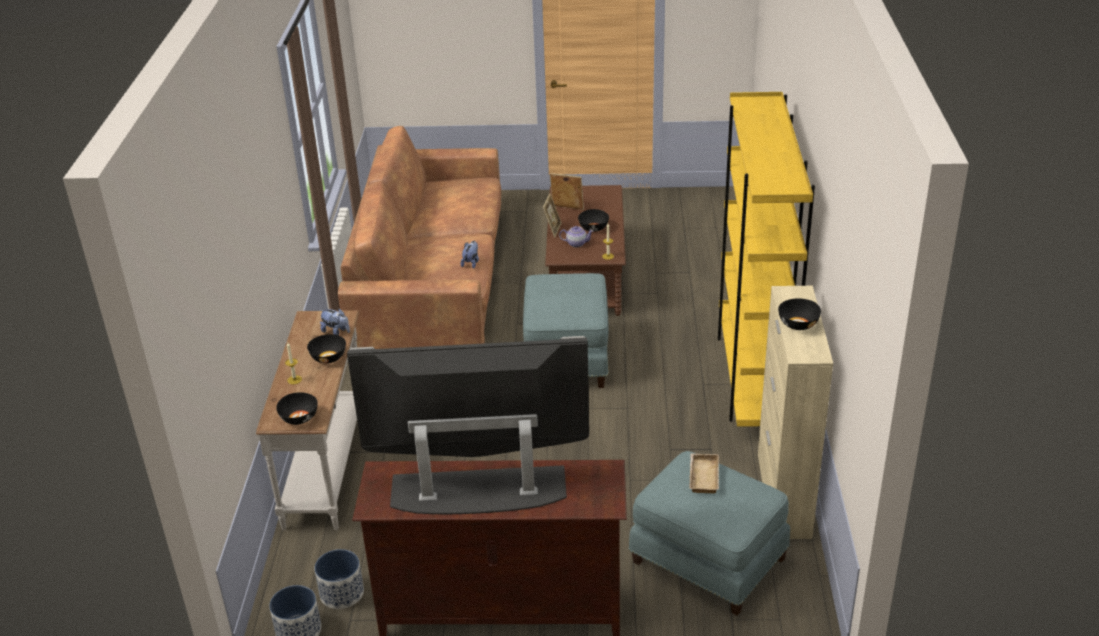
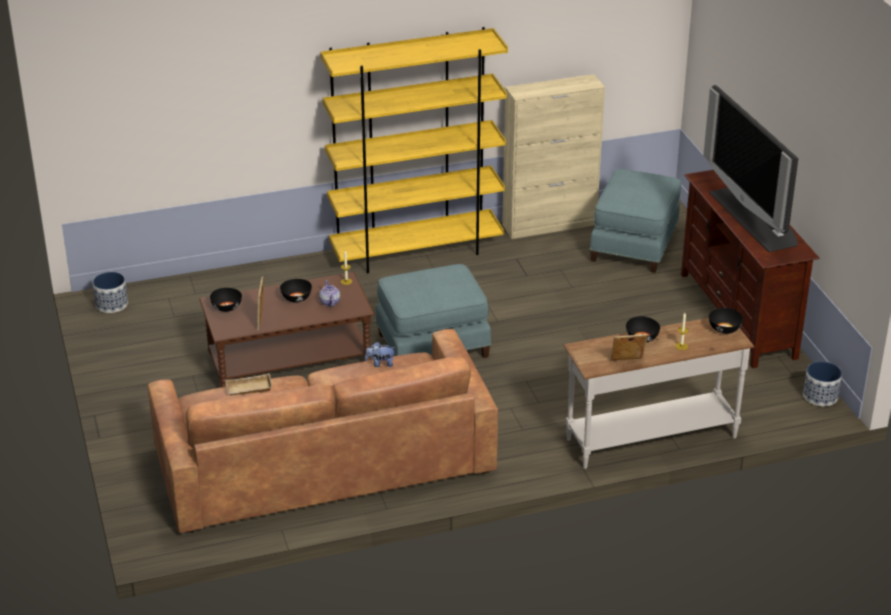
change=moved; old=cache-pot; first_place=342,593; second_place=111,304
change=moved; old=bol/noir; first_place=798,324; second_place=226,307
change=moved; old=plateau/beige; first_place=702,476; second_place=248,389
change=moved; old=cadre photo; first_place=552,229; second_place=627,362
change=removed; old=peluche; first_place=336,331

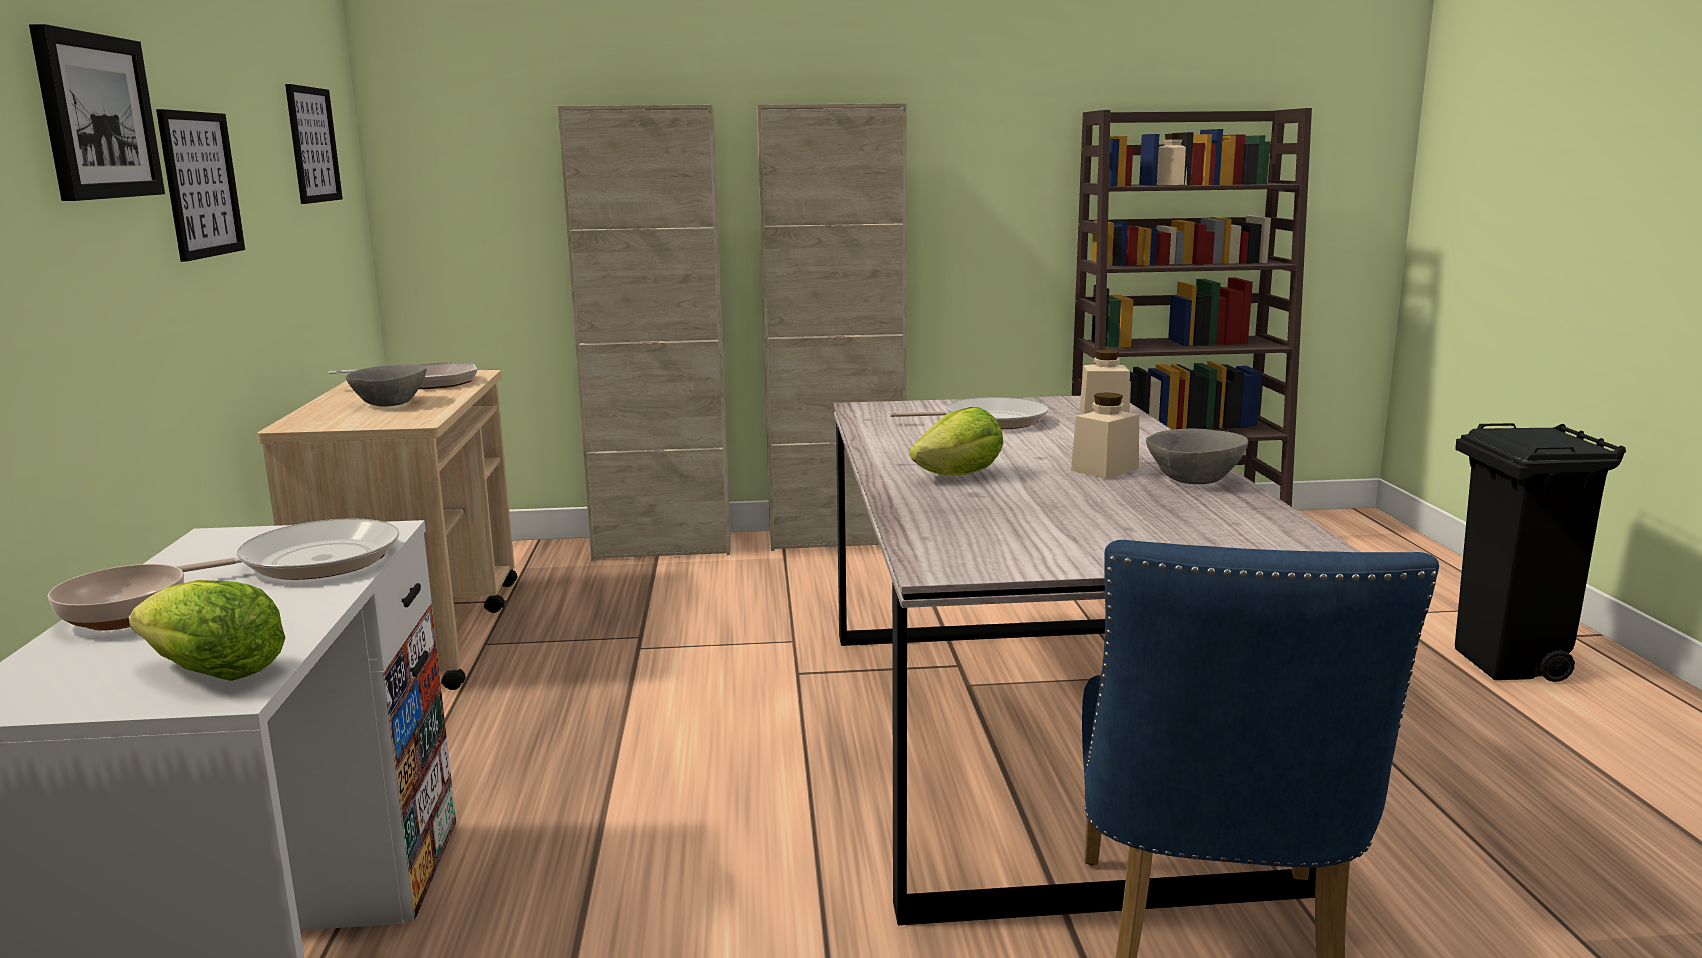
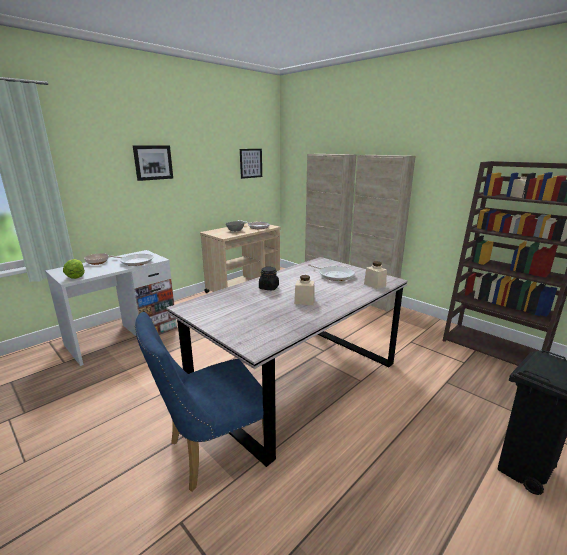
change=replaced; old=laitue; new=bocal/noir; first_place=960,475; second_place=269,287
change=removed; old=tableau; first_place=201,184
change=removed; old=bol/gris; first_place=1193,479

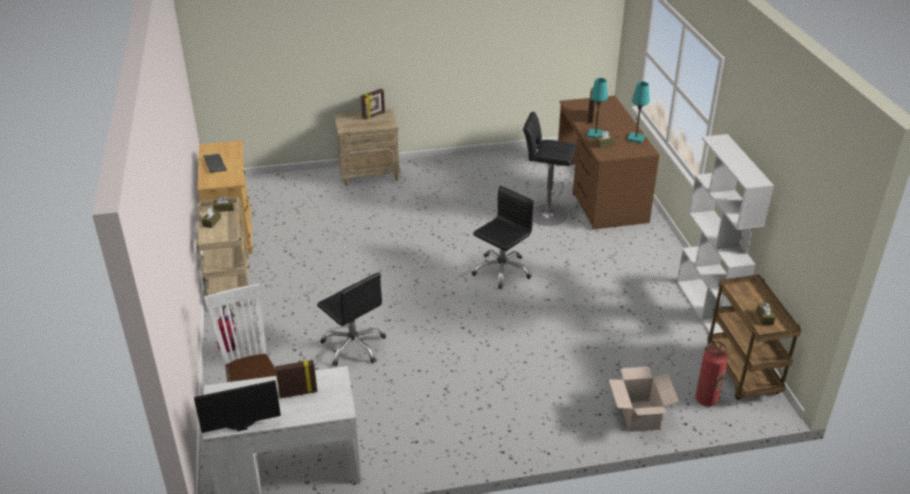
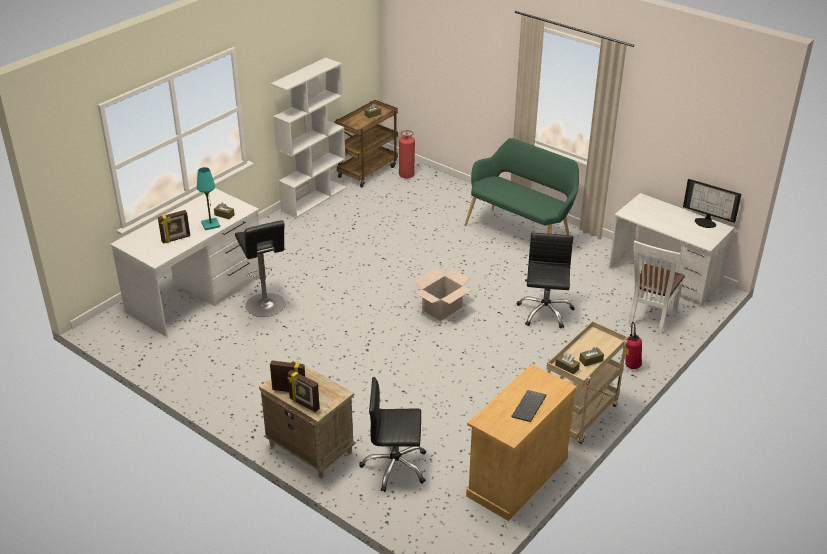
change=recoloured; old=bureau/marron; new=bureau/blanc; first_place=600,193; second_place=196,293
change=moved; old=cadre photo; first_place=298,392; second_place=304,404
change=moved; old=chaise de bureau/noir; first_place=501,270; second_place=395,467
change=moved; old=carton; first_place=639,416; second_place=442,308
change=added; new=banc/vert; second_place=521,232
change=removed; old=lampe de table/turquoise; first_place=635,138

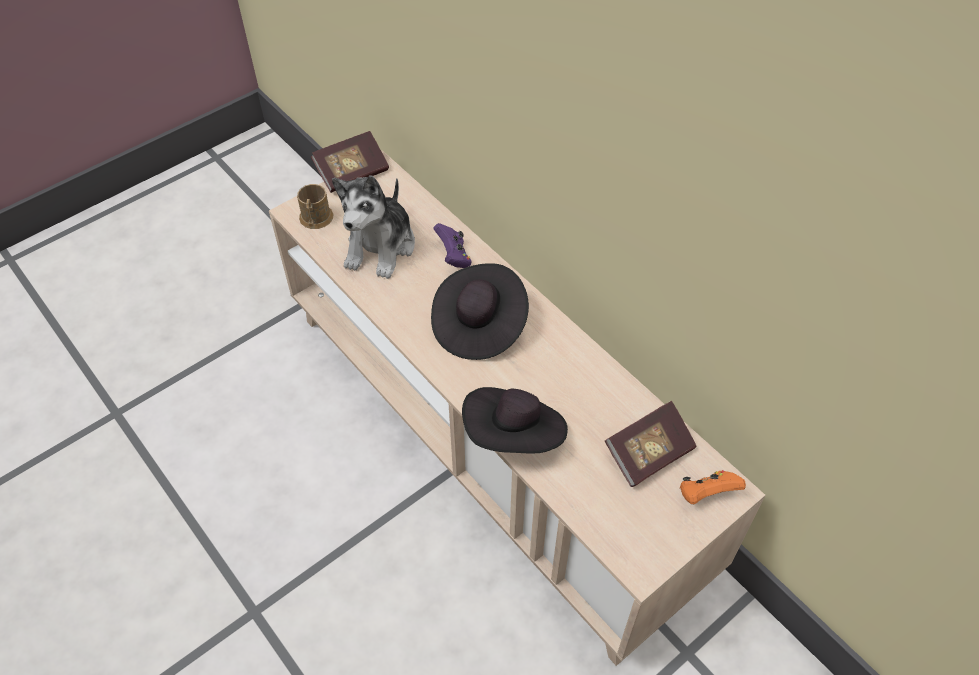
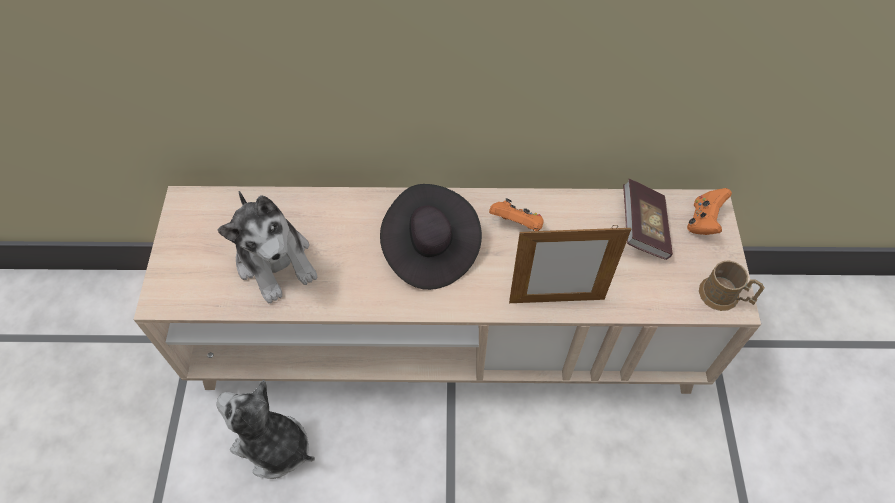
change=added; new=peluche; second_place=273,446
change=added; new=manette/orange; second_place=517,224
change=replaced; old=chapeau/noir; new=cadre photo; first_place=515,435; second_place=556,300
change=moved; old=mug/marron; first_place=315,220; second_place=724,296
change=removed; old=livre; first_place=352,173
change=removed; old=manette/violet; first_place=453,257

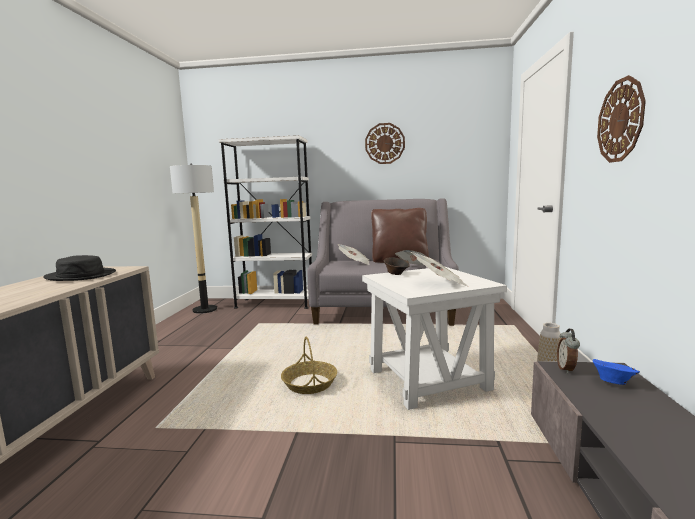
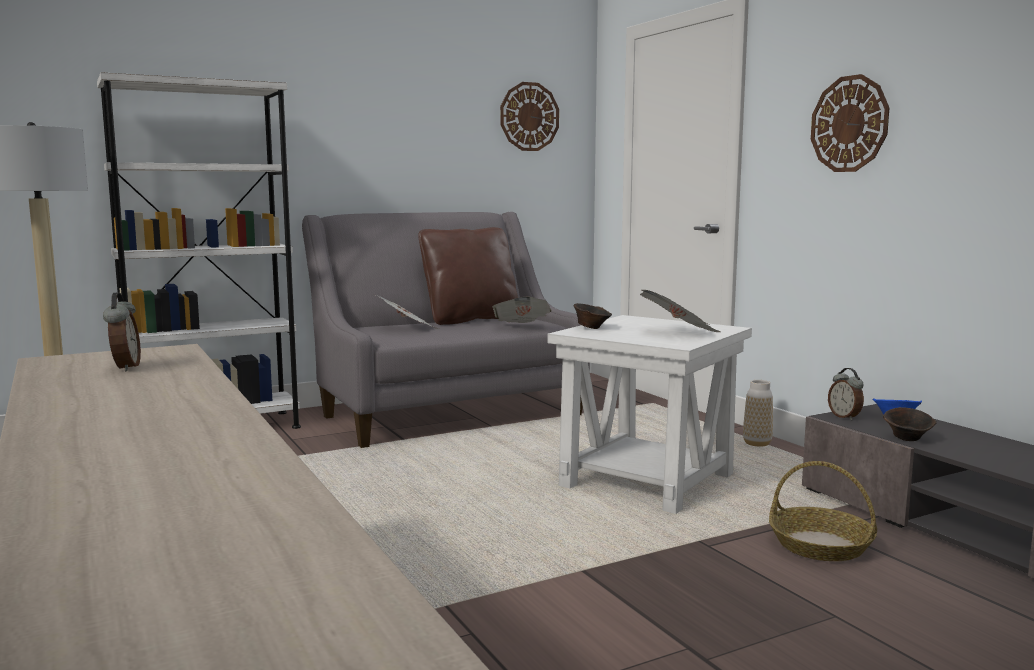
change=replaced; old=chapeau/noir; new=réveil; first_place=81,275; second_place=124,367
change=moved; old=horloge murale; first_place=385,143; second_place=529,116
change=moved; old=panier; first_place=309,383; second_place=819,545
change=added; new=bol/marron; second_place=908,439

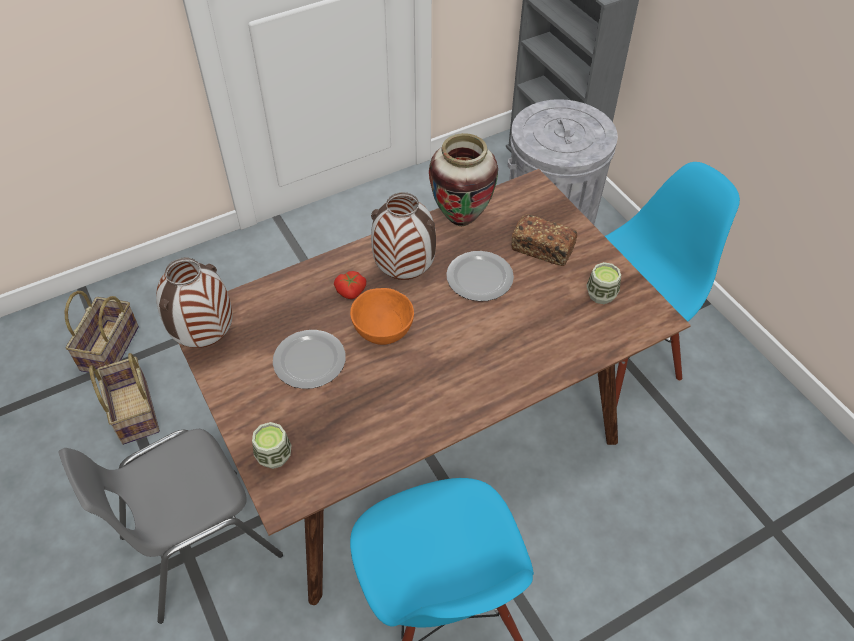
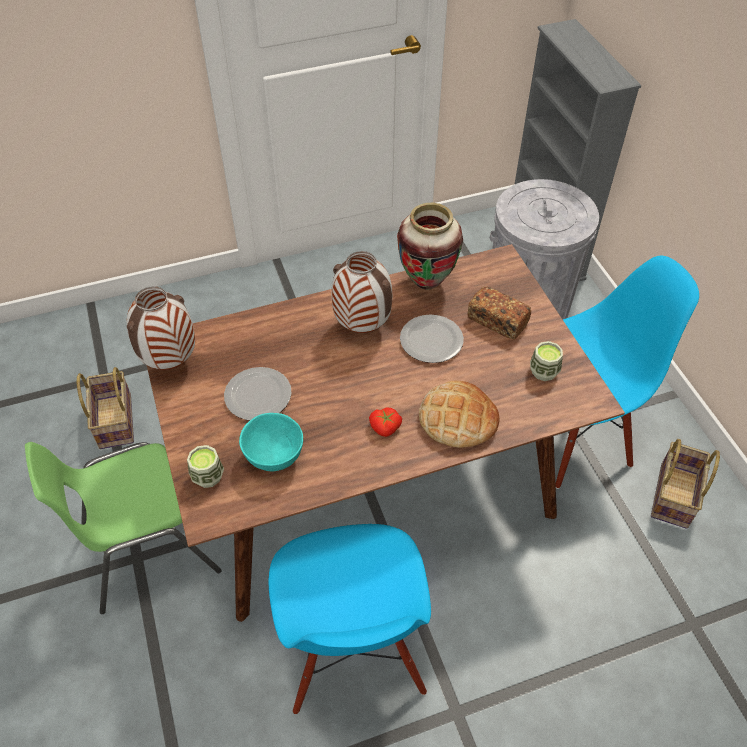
change=recoloured; old=chaise/gris; new=chaise/vert; first_place=198,545; second_place=148,550
change=added; new=bol/turquoise; second_place=274,456
change=moved; old=tomate; first_place=351,292; second_place=385,428
change=added; new=pain; second_place=457,419
change=moved; old=panier; first_place=110,350; second_place=675,497
change=removed; old=bol/orange; first_place=382,332

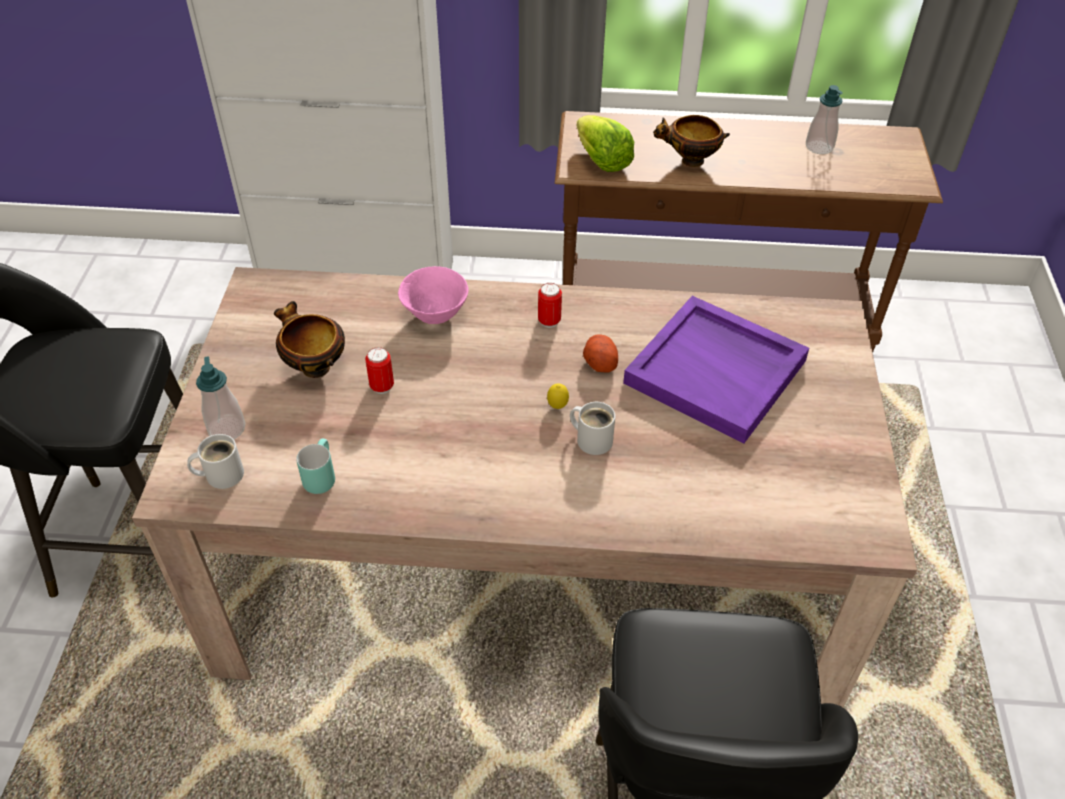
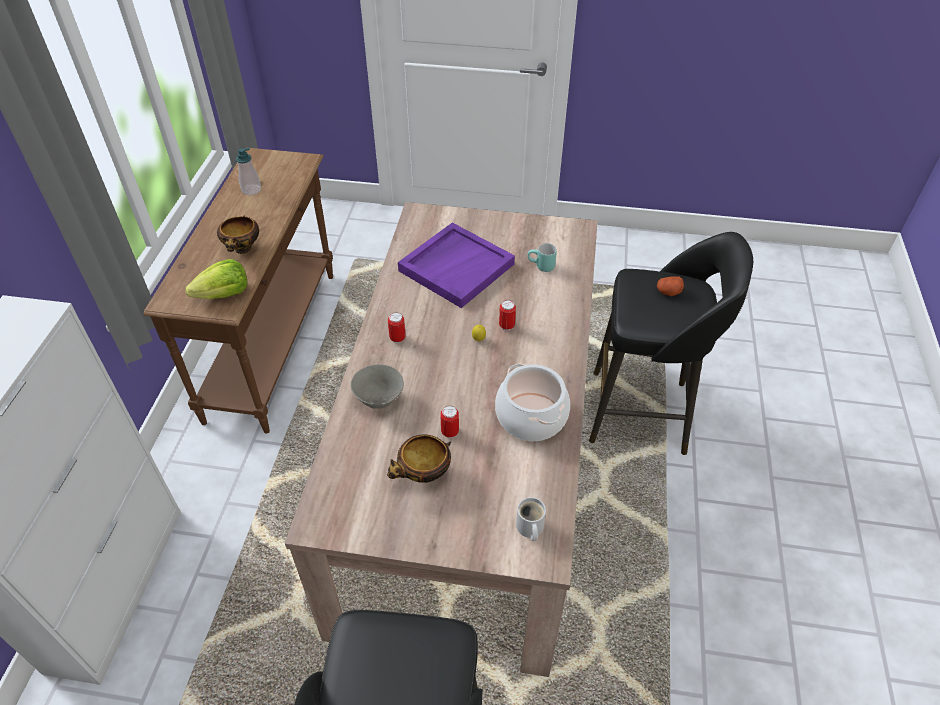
change=recoloured; old=bol/rose; new=bol/gris; first_place=436,316; second_place=380,400
change=added; new=marmite; second_place=531,417
change=replaced; old=mug/blanc; new=boîte métallique; first_place=592,438; second_place=506,326
change=moved; old=mug/turquoise; first_place=319,476; second_place=541,267
change=moved; old=pomme de terre; first_place=599,362; second_place=668,292
change=removed; old=distributeur de savon; first_place=227,429

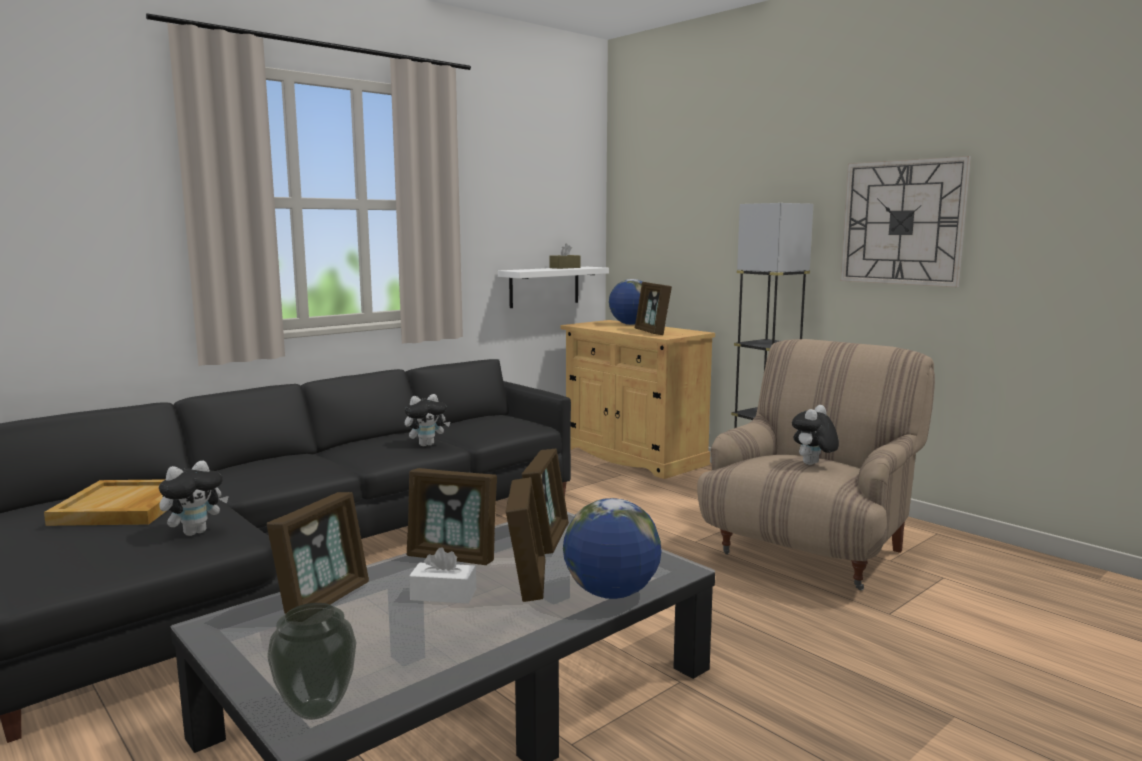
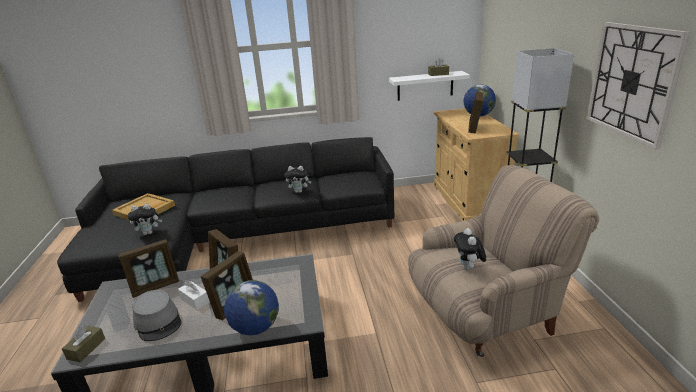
change=replaced; old=vase; new=boîte à mouchoirs/marron; first_place=315,709; second_place=86,348
change=added; new=chapeau/gris; second_place=158,322
change=turned; old=peluche; first_place=813,464; second_place=468,268; degrees=-75
change=removed; old=cadre photo; first_place=546,538

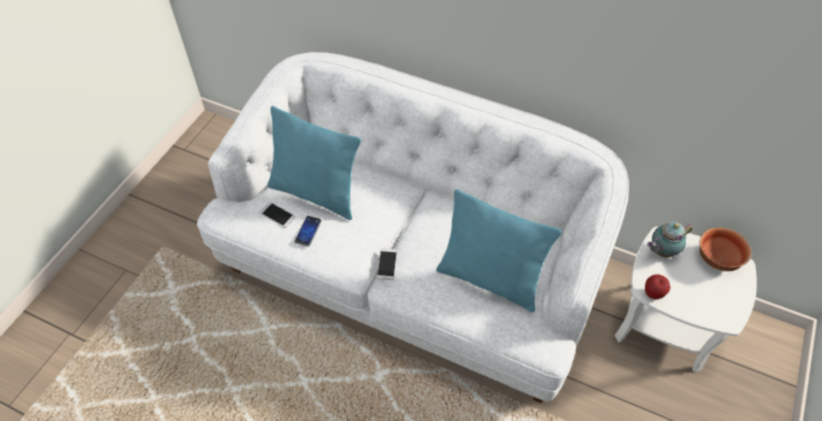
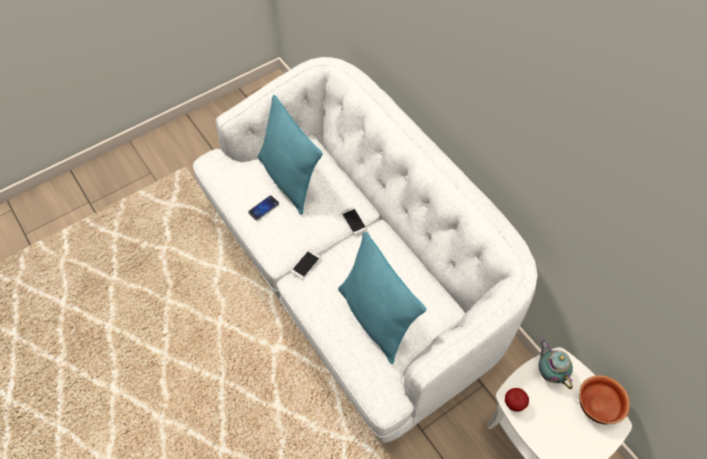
change=moved; old=téléphone; first_place=277,215; second_place=353,221
change=turned; old=théière; first_place=661,251; second_place=549,372; degrees=60

